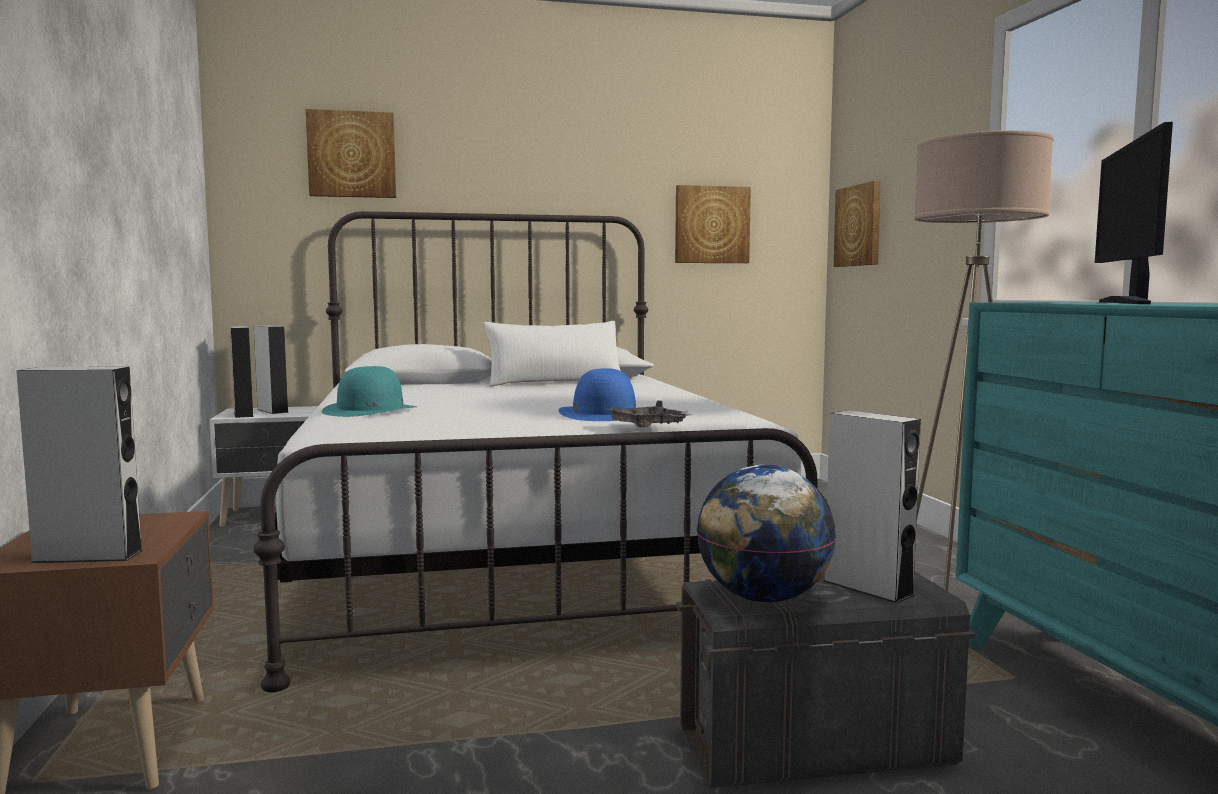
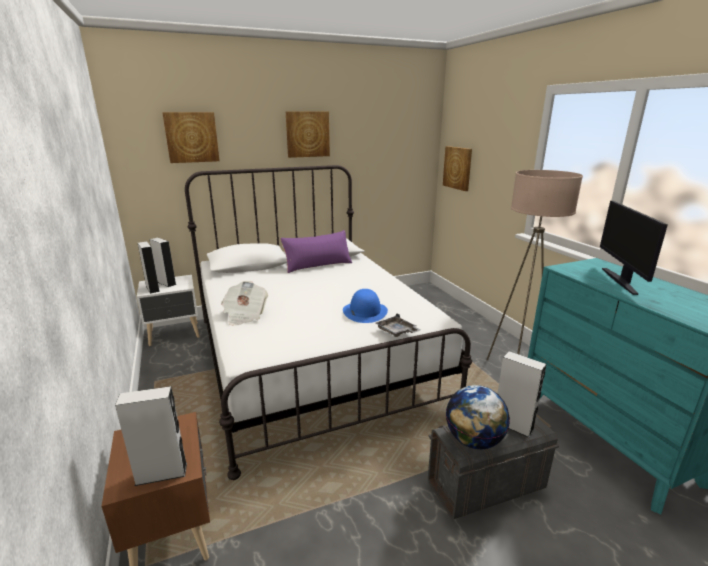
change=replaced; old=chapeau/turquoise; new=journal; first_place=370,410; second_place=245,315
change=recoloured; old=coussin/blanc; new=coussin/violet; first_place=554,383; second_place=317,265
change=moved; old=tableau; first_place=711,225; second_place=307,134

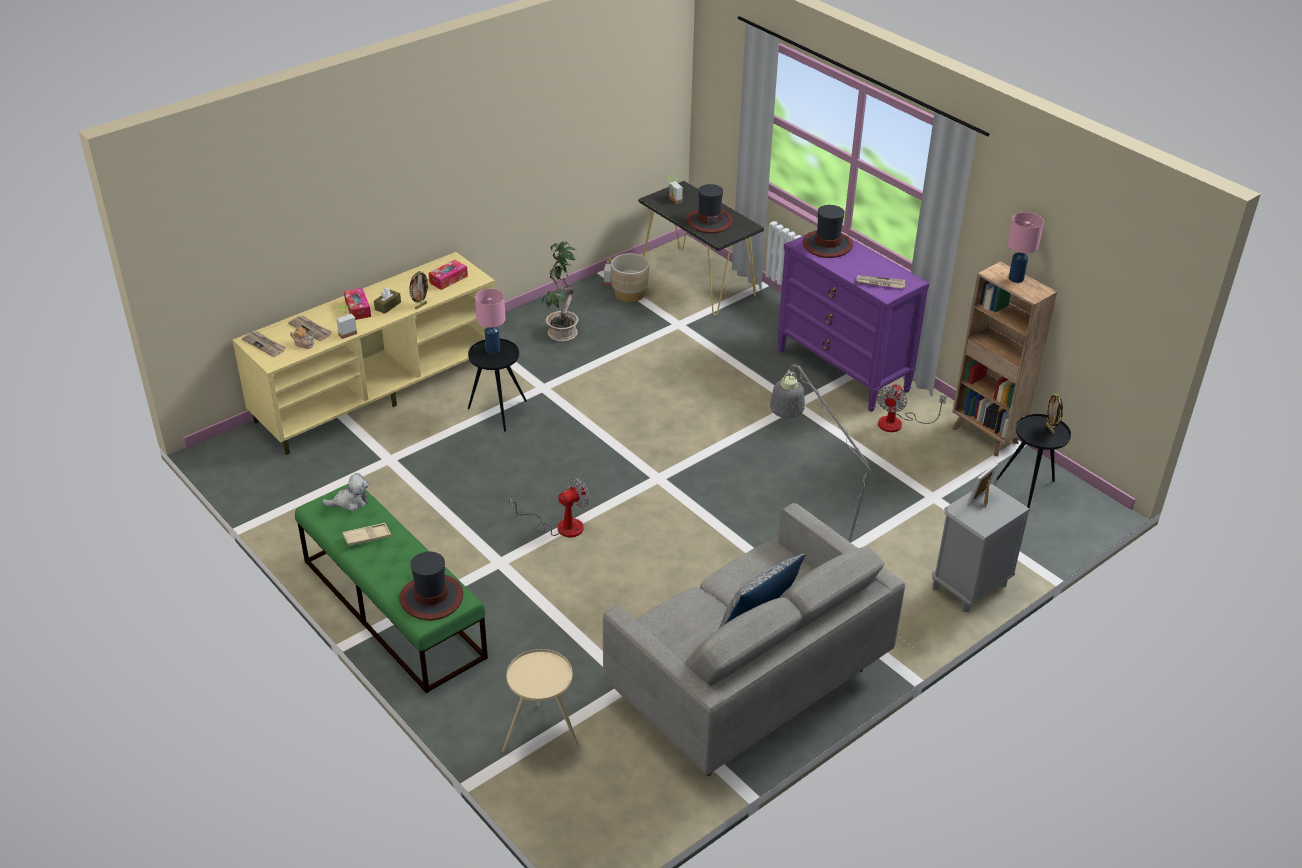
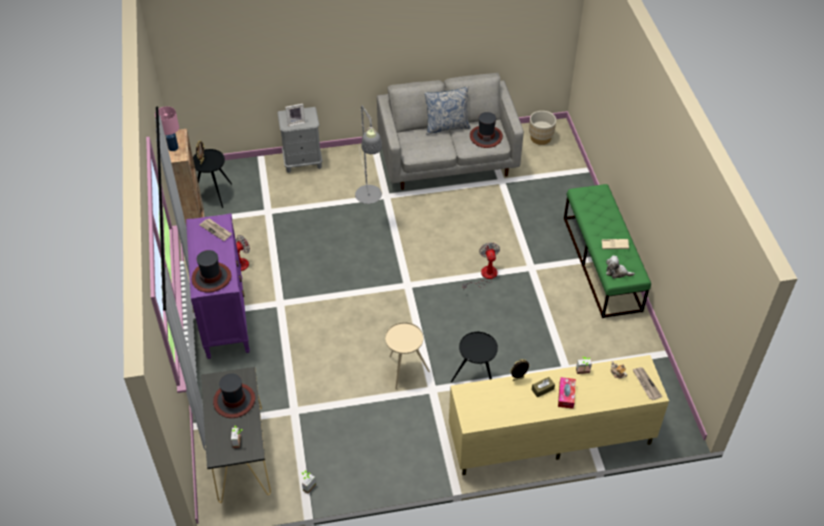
change=moved; old=table d'appoint/beige; first_place=542,737; second_place=404,370
change=turned; old=ventilateur; first_place=560,526; second_place=484,276; degrees=90
change=moved; old=chapeau; first_place=431,598; second_place=486,136
change=moved; old=cache-pot/beige; first_place=629,294; second_place=540,138
change=removed; old=journal; first_place=311,329
change=removed; old=boîte à mouchoirs; first_place=448,279
change=removed; old=lampe de table/rose; first_place=492,349
change=removed; old=plante en pot; first_place=561,332

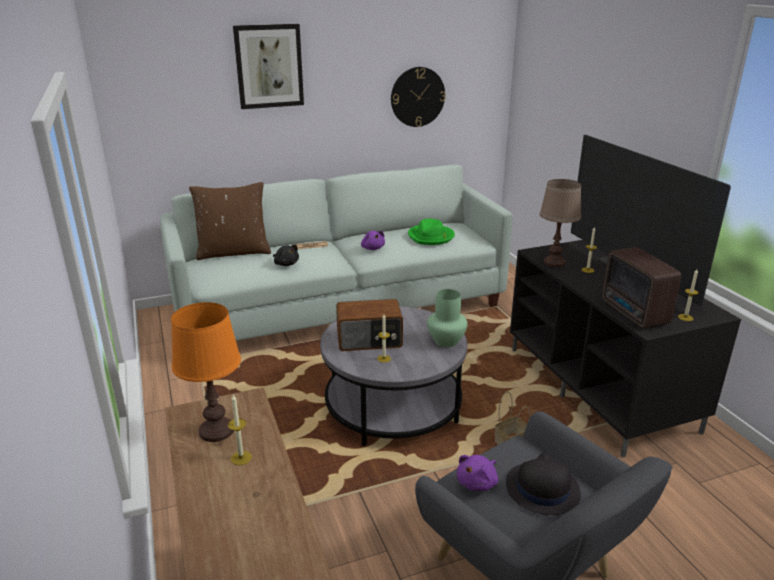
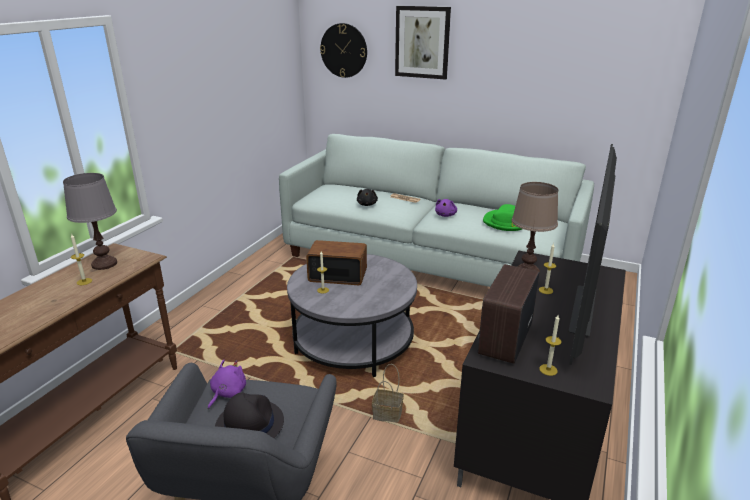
change=recoloured; old=lampe de table/orange; new=lampe de table/gris; first_place=217,430; second_place=105,264
change=turned; old=peluche/violet; first_place=478,483; second_place=227,393; degrees=120
change=turned; old=radio; first_place=369,340; second_place=337,275; degrees=150
change=moved; old=horloge murale; first_place=417,97; second_place=344,50
change=removed; old=coussin/marron; first_place=234,252
change=removed; old=vase/vert; first_place=446,341

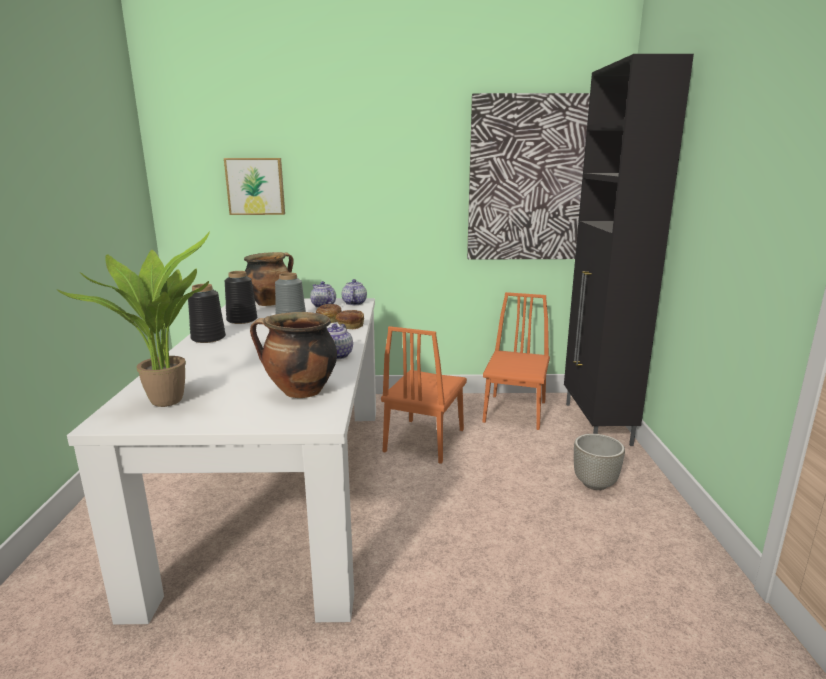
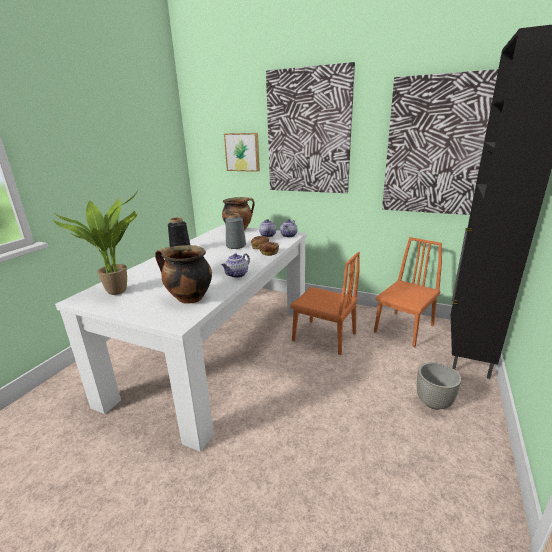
change=added; new=tableau; second_place=308,133
change=turned; old=chaise/orange; first_place=424,440; second_place=324,336; degrees=-105
change=removed; old=vase/noir; first_place=242,320

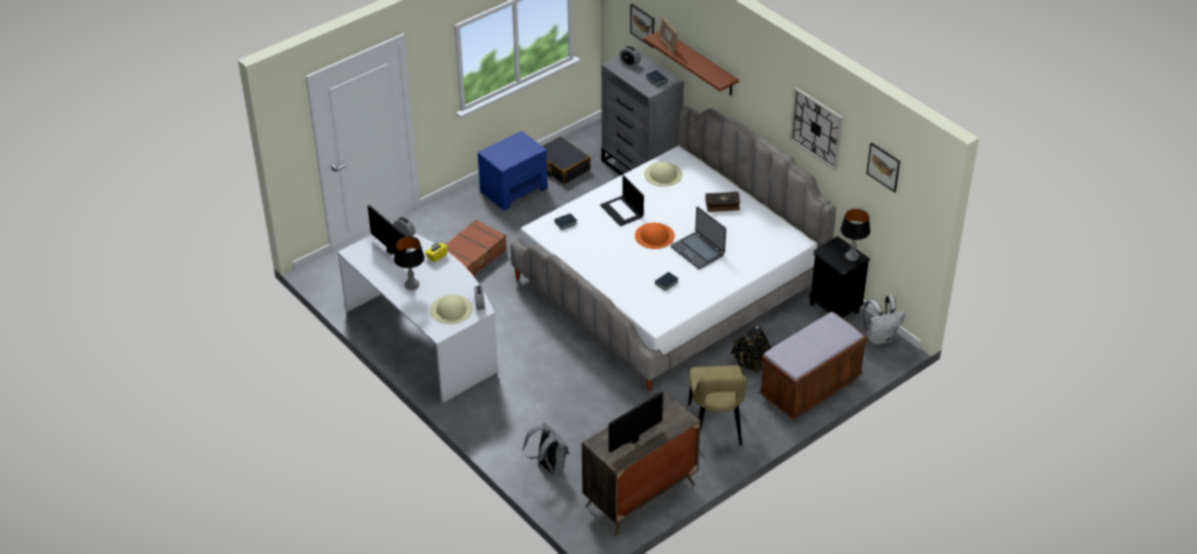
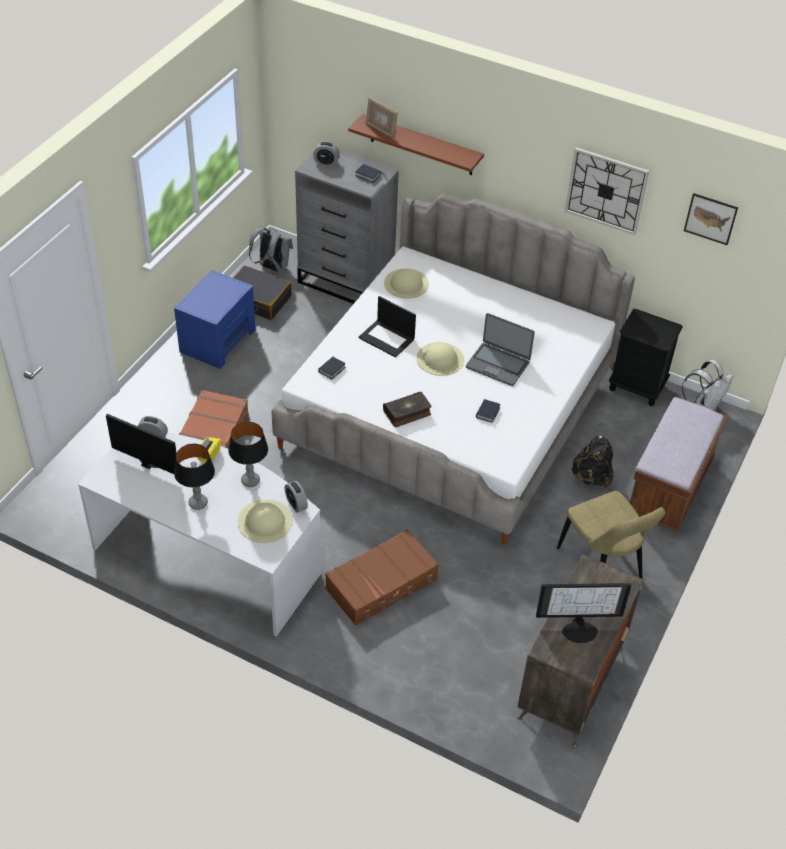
change=moved; old=lampe de table; first_place=851,257; second_place=250,481
change=moved; old=sac à dos/gris; first_place=548,466; second_place=272,267
change=added; new=valise/marron; second_place=382,585
change=moved; old=livre; first_place=722,205; second_place=407,413
change=recoloured; old=chapeau/orange; new=chapeau/beige; first_place=654,235; second_place=440,359
change=turned; old=écran d'ordinateur; first_place=630,437; second_place=580,628; degrees=-120
change=removed; old=tableau; first_place=642,25

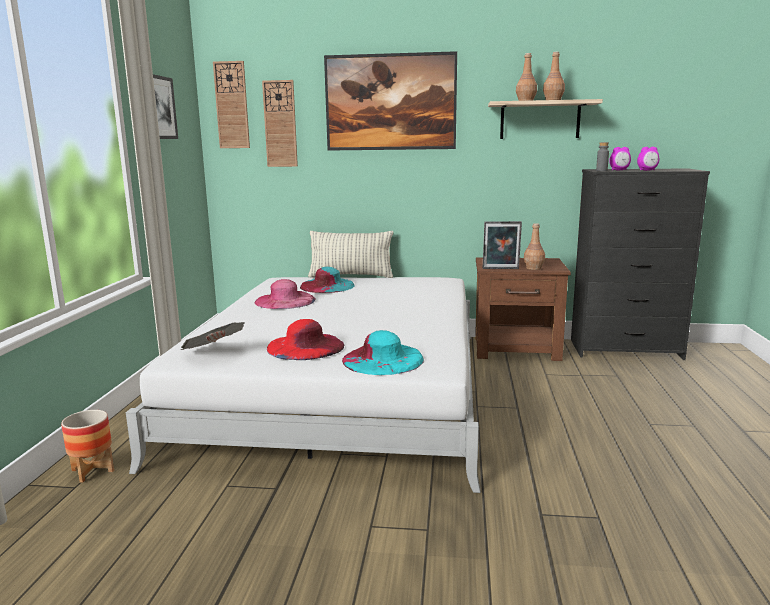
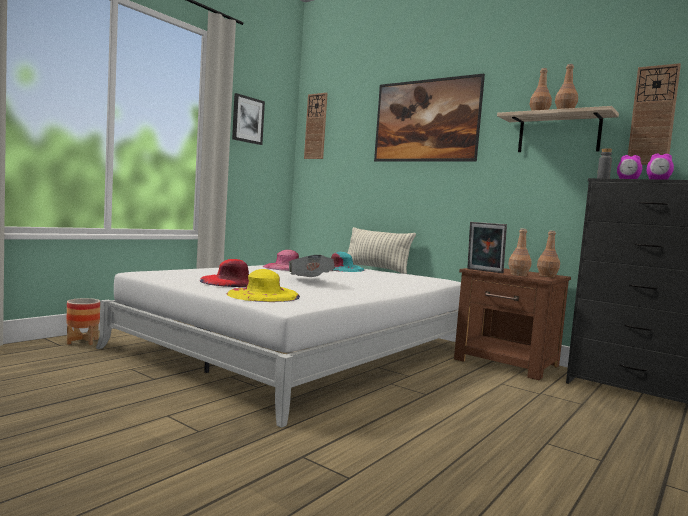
change=recoloured; old=chapeau/turquoise; new=chapeau/jaune; first_place=382,359; second_place=263,295
change=moved; old=journal; first_place=214,353; second_place=310,280
change=added; new=bouteille/marron; second_place=547,276
change=moved; old=horloge murale; first_place=280,124; second_place=653,115

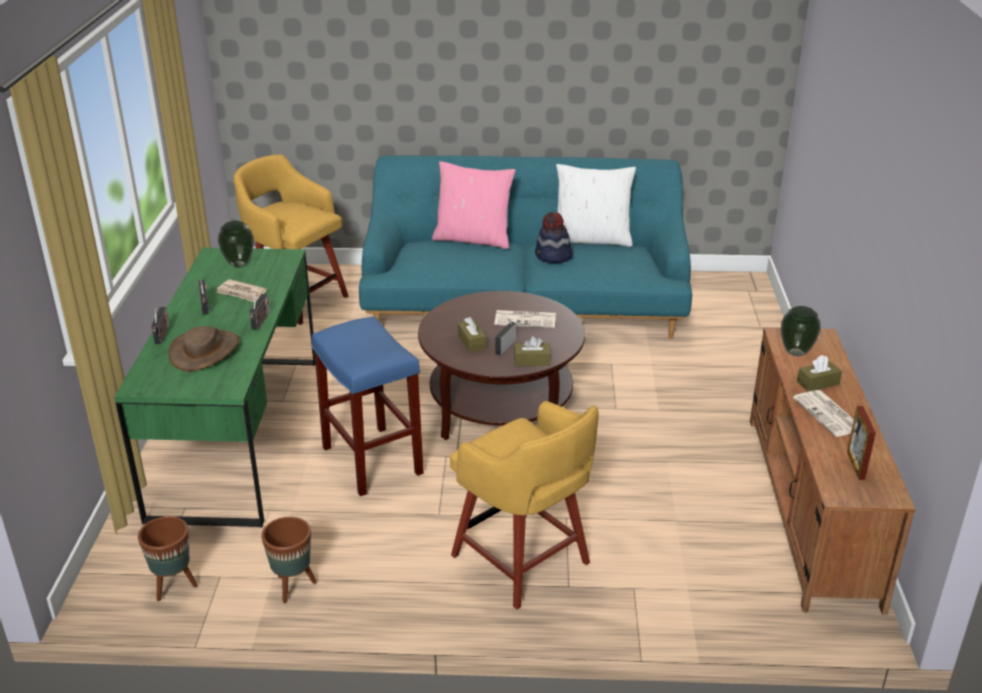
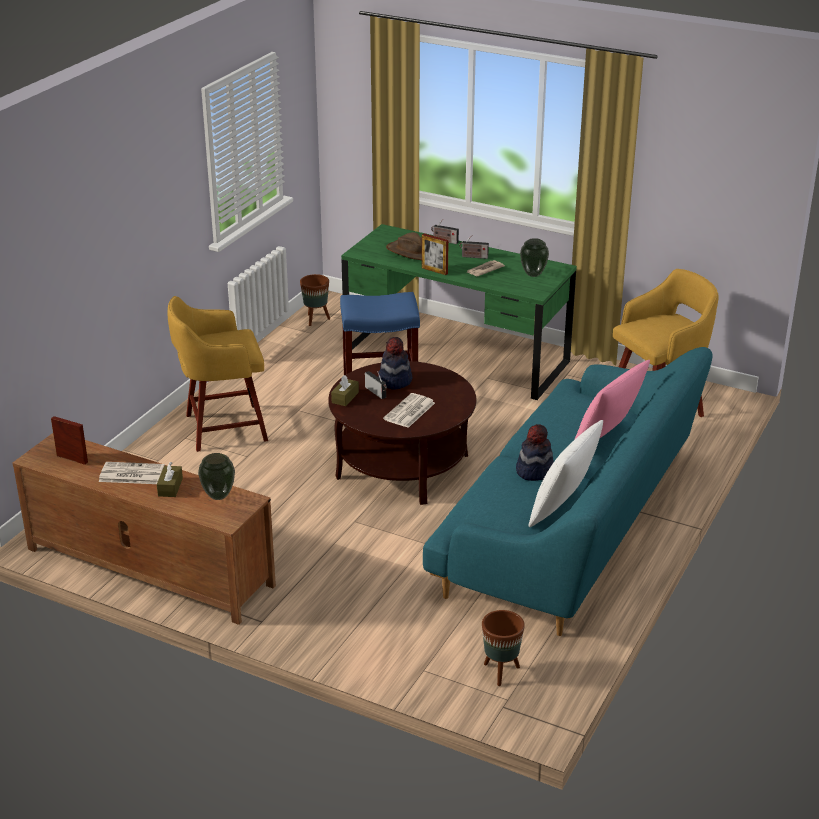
change=replaced; old=boîte à mouchoirs/marron; new=chapeau; first_place=472,342; second_place=394,380
change=replaced; old=radio; new=cadre photo; first_place=260,322; second_place=434,271
change=moved; old=cache-pot/marron; first_place=293,586; second_place=501,672

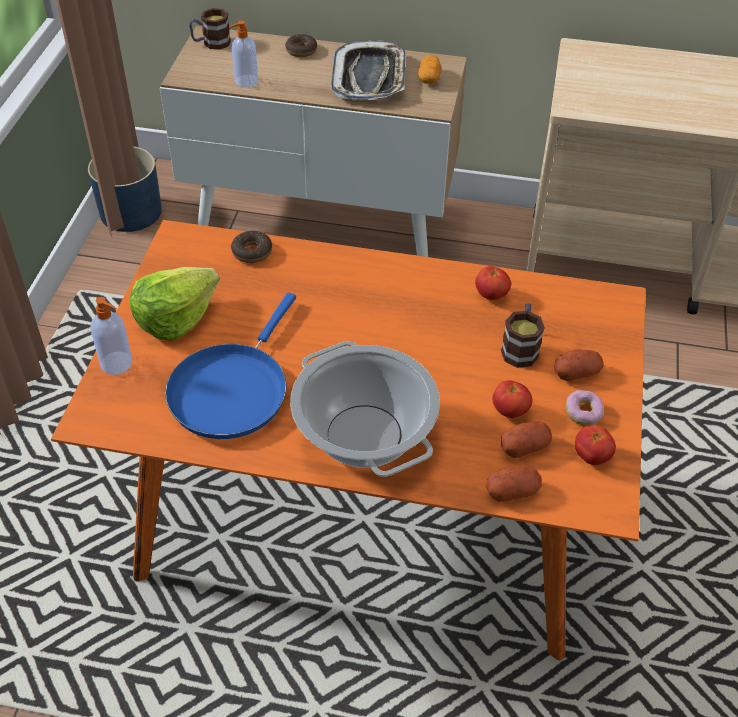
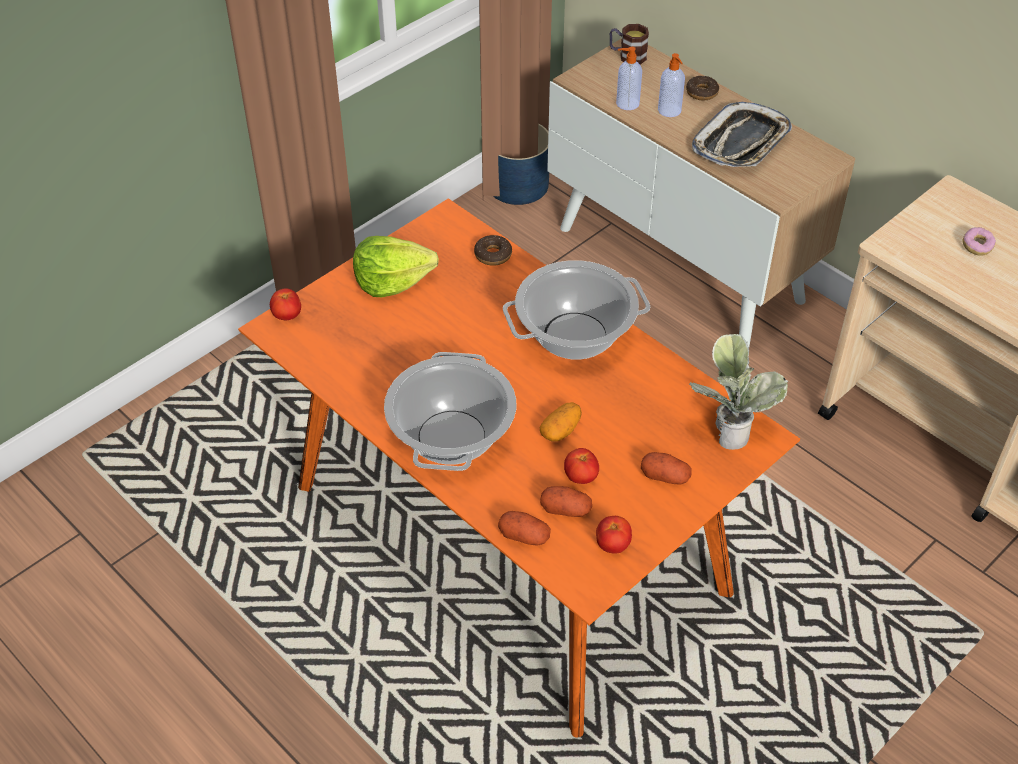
change=moved; old=tomate; first_place=491,295; second_place=287,316
change=added; new=marmite; second_place=574,337
change=moved; old=pomme de terre; first_place=429,78; second_place=561,430
change=moved; old=distributeur de savon; first_place=117,364; second_place=670,111
change=added; new=plante en pot; second_place=728,429
change=moved; old=beignet; first_place=583,413; second_place=977,247
change=removed; old=poêle/bleu; first_place=232,389
change=removed; old=mug; first_place=521,347

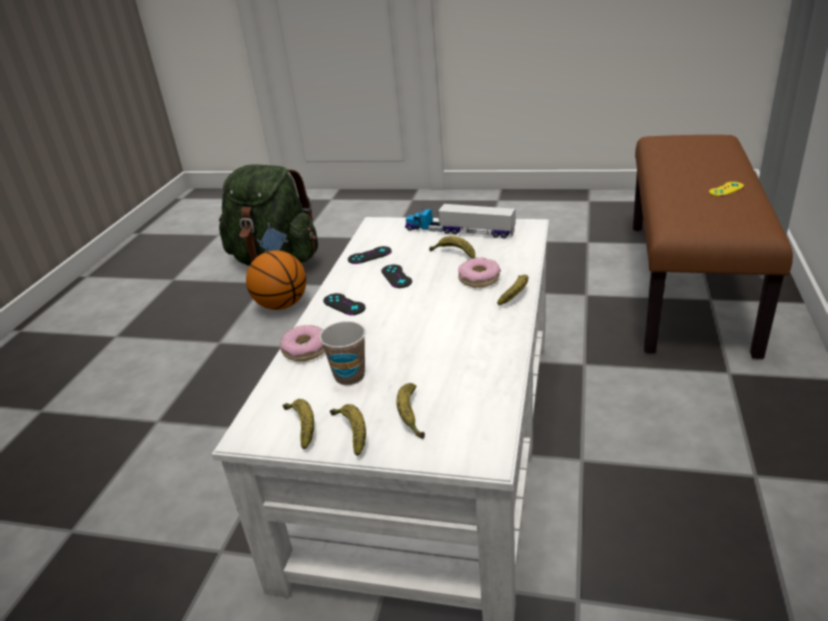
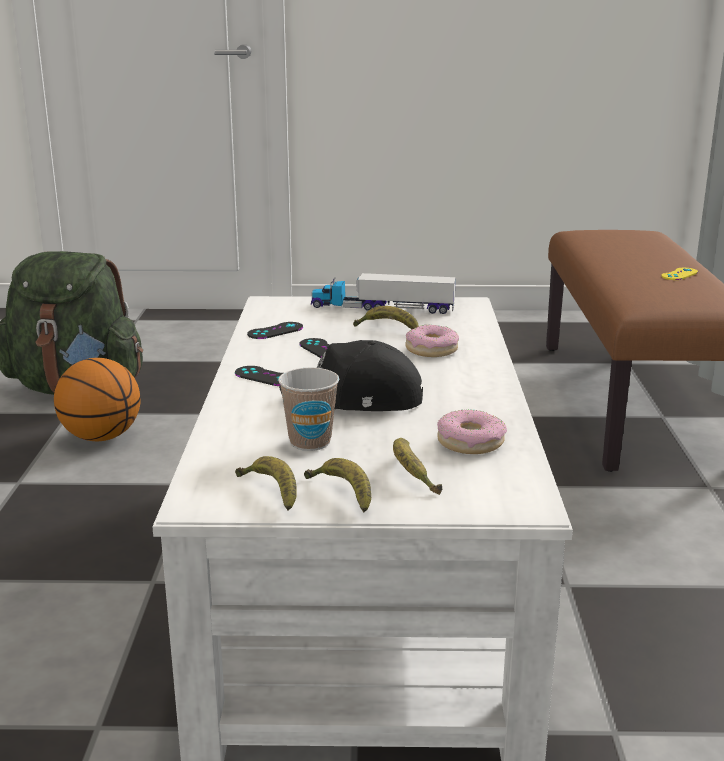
change=added; new=casquette/noir; second_place=355,400
change=moved; old=beignet; first_place=306,349; second_place=470,442
change=removed; old=banane; first_place=516,295

